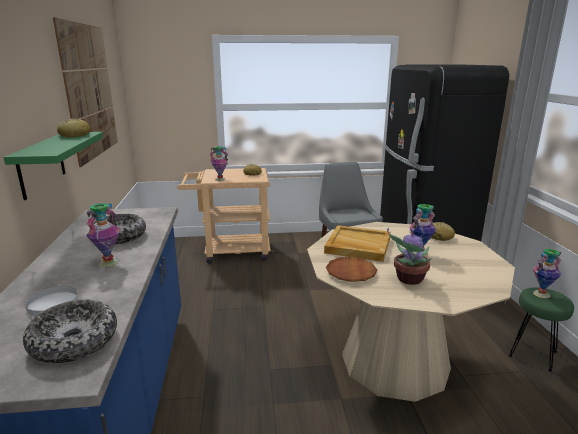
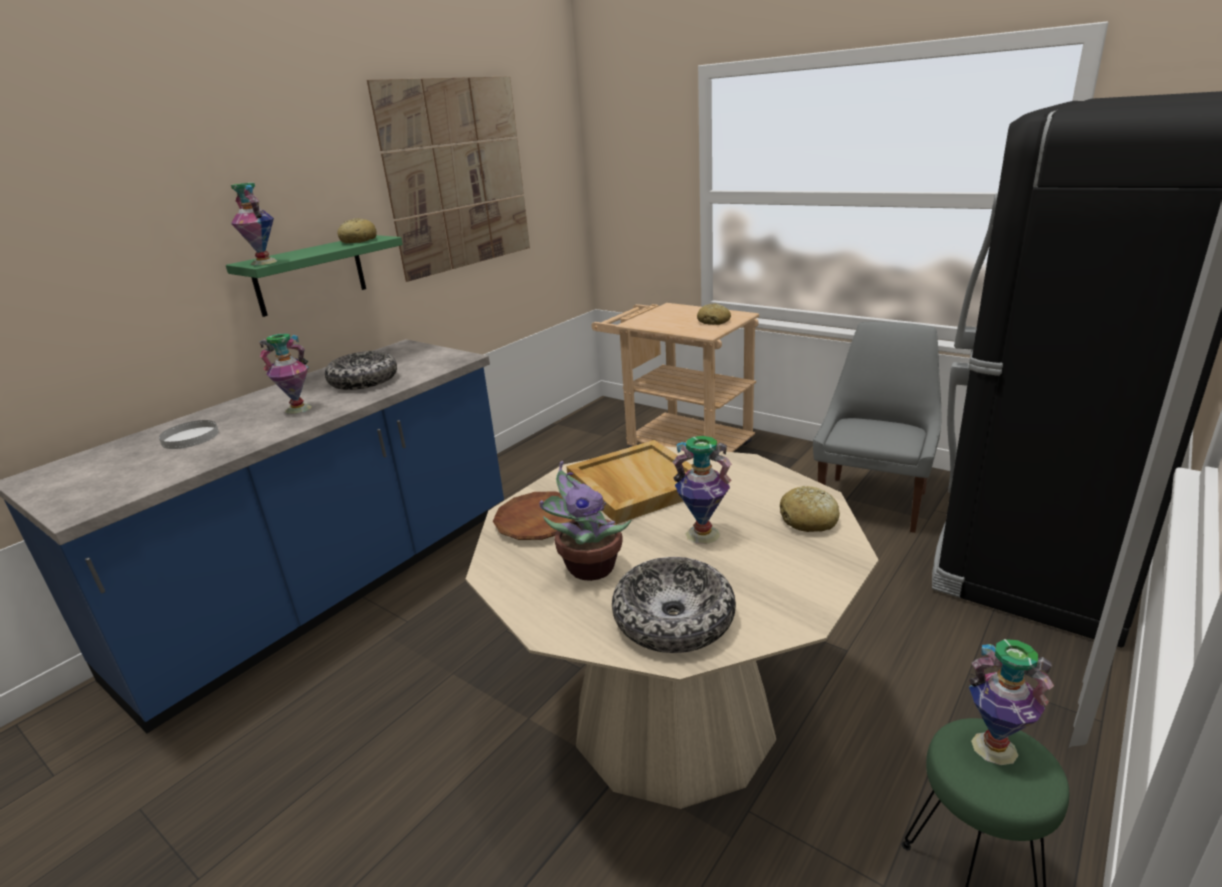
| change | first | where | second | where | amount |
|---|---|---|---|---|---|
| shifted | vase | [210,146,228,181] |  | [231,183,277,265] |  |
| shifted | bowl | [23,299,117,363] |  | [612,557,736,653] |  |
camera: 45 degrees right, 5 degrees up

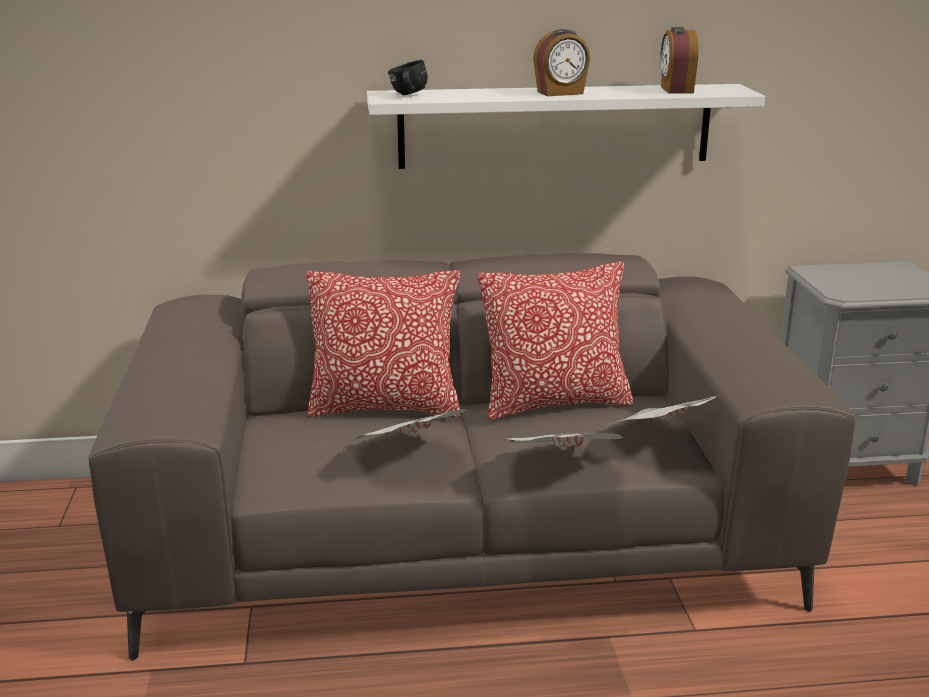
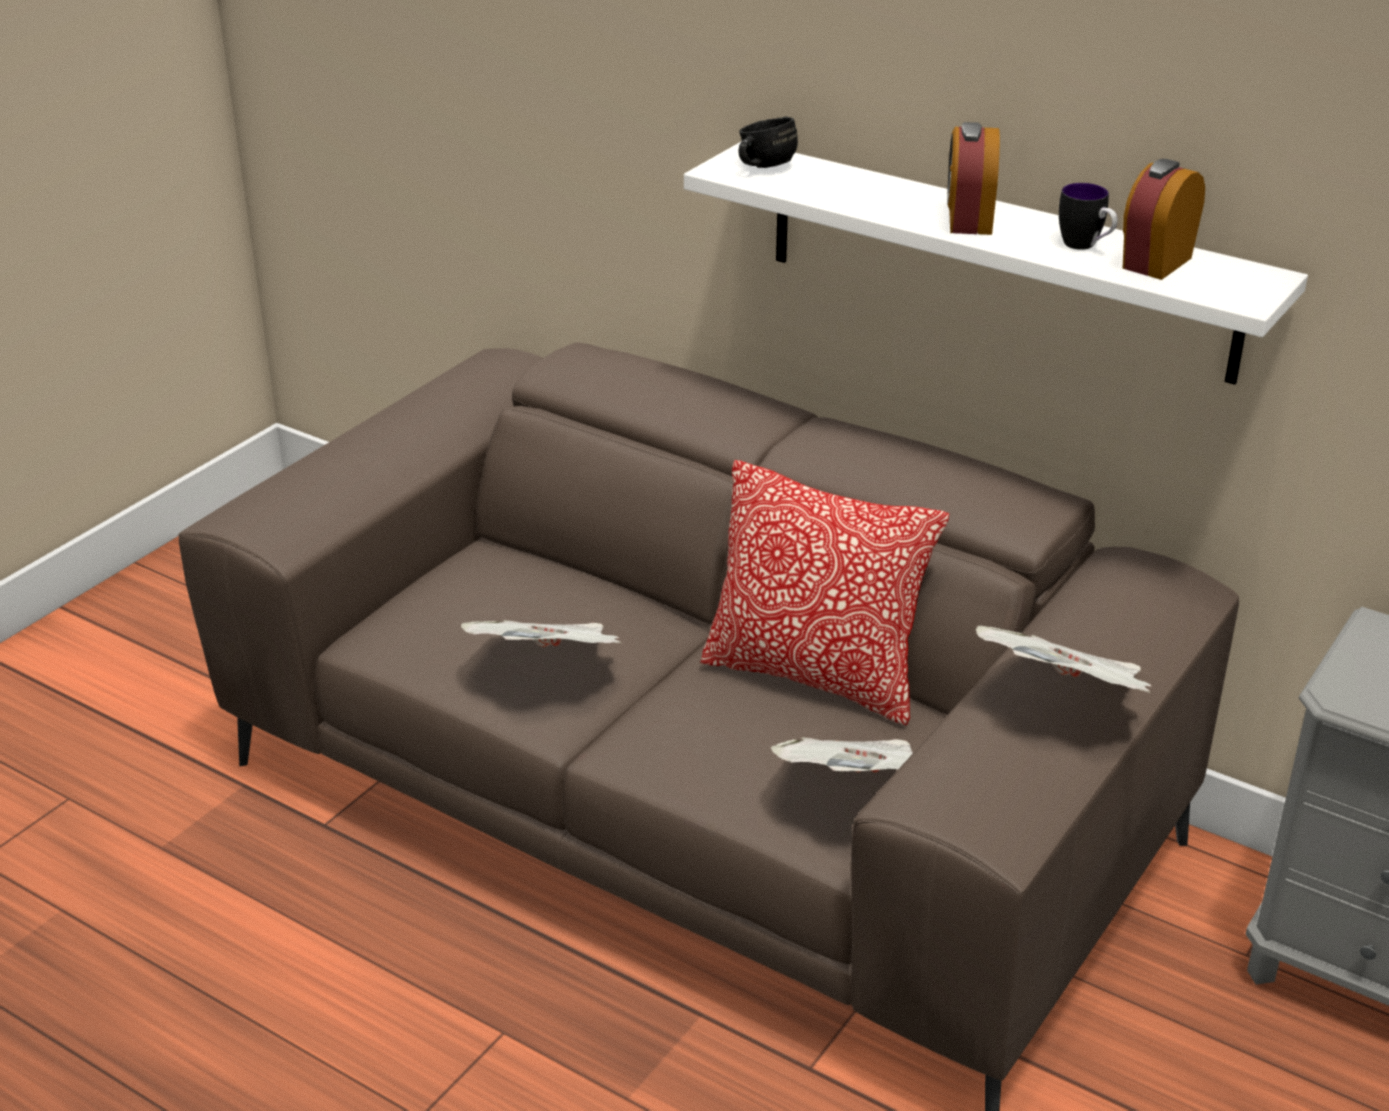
| change | first | where | second | where | amount |
|---|---|---|---|---|---|
| rotated | alarm clock | [533,29,590,96] |  | [947,122,1000,235] | 75 degrees clockwise |
| shifted | newspaper | [507,433,623,451] |  | [976,626,1152,693] |  |
| new |  |  | mug | [1059,183,1118,250] |  |
| gone | pillow | [306,270,461,417] |  |  |  |
camera: 40 degrees right, 10 degrees up

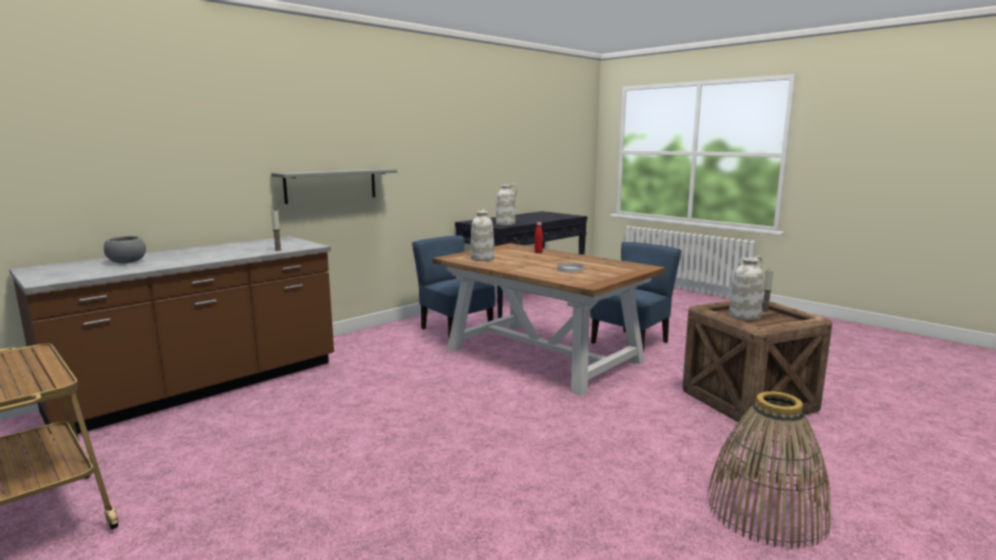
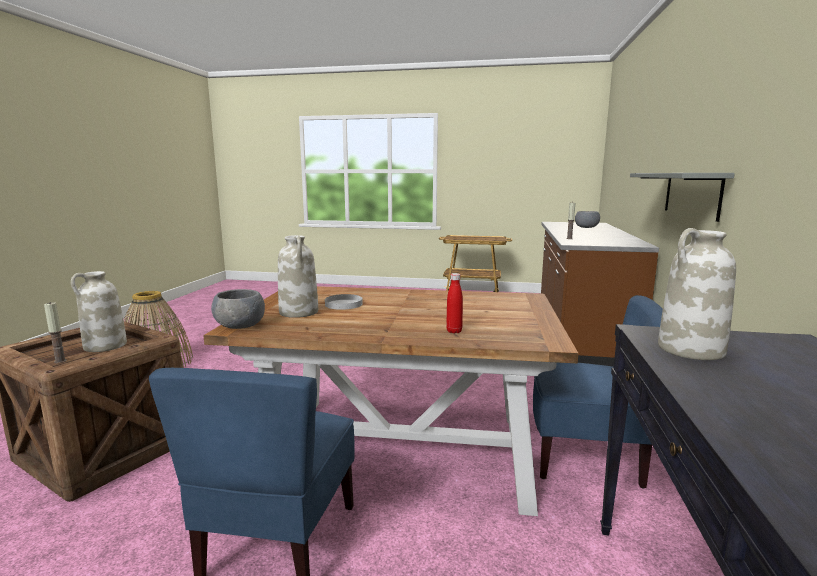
| change | first | where | second | where | amount |
|---|---|---|---|---|---|
| new |  |  | bowl/grey | [211,289,265,329] |  |
| shifted | vase/white | [470,209,494,261] |  | [278,235,318,318] |  |
camera: 145 degrees right, 0 degrees up

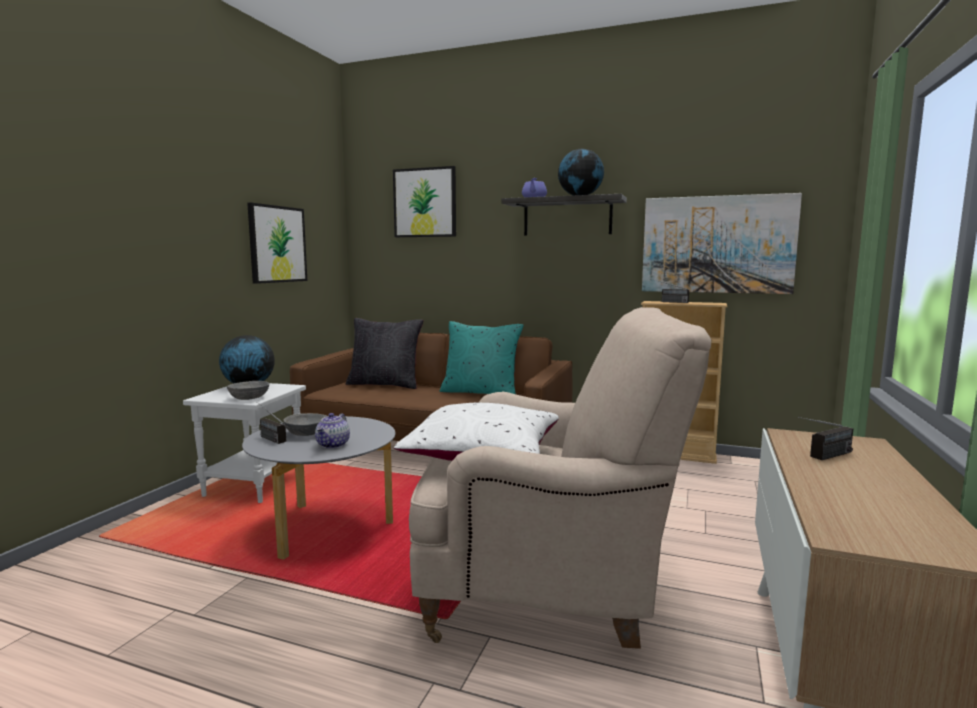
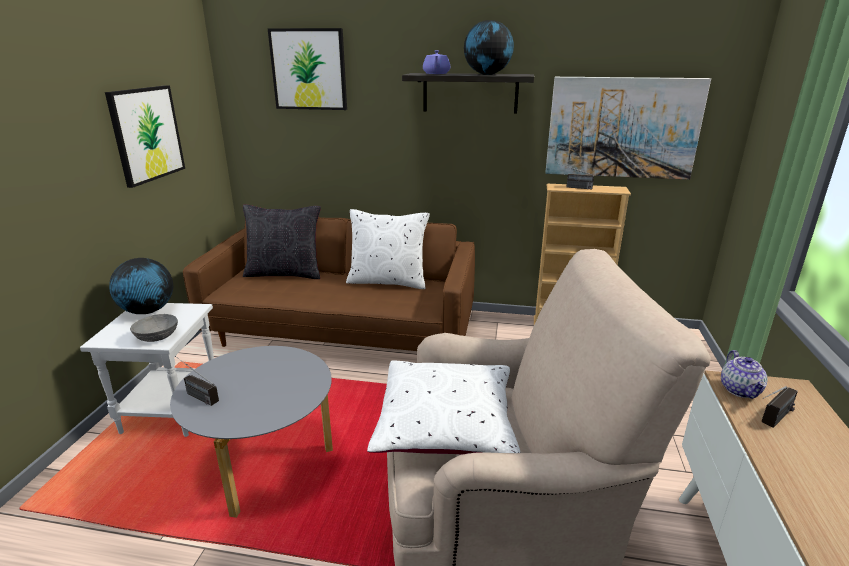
| change | first | where | second | where | amount |
|---|---|---|---|---|---|
| repainted | pillow/turquoise | [440,321,524,394] | pillow/white | [346,209,430,289] |  |
| shifted | teapot | [315,413,350,448] |  | [721,350,767,399] |  |
| gone | bowl/grey | [283,413,328,436] |  |  |  |
camera: 10 degrees left, 15 degrees up

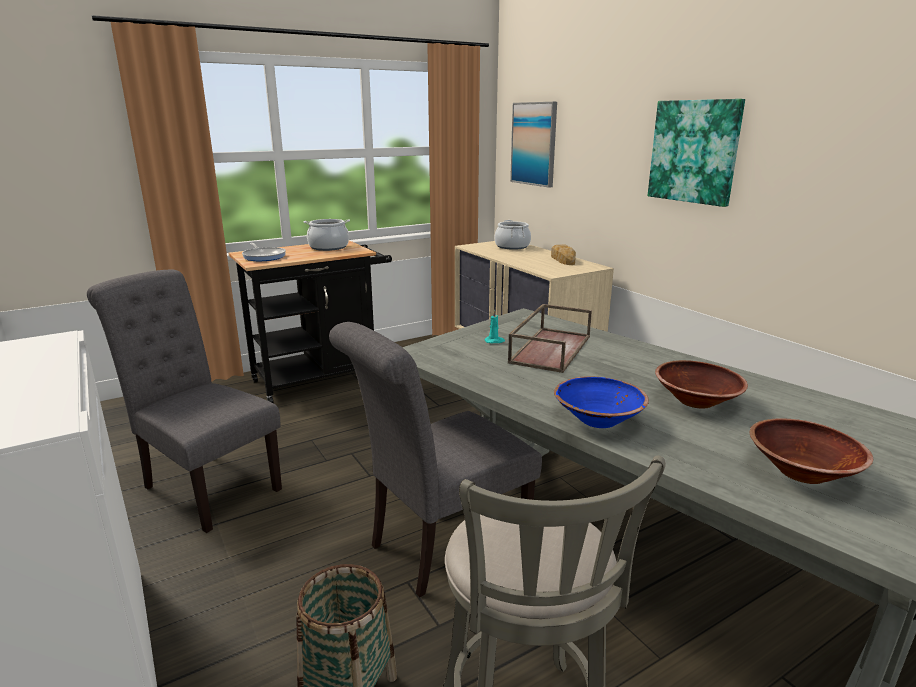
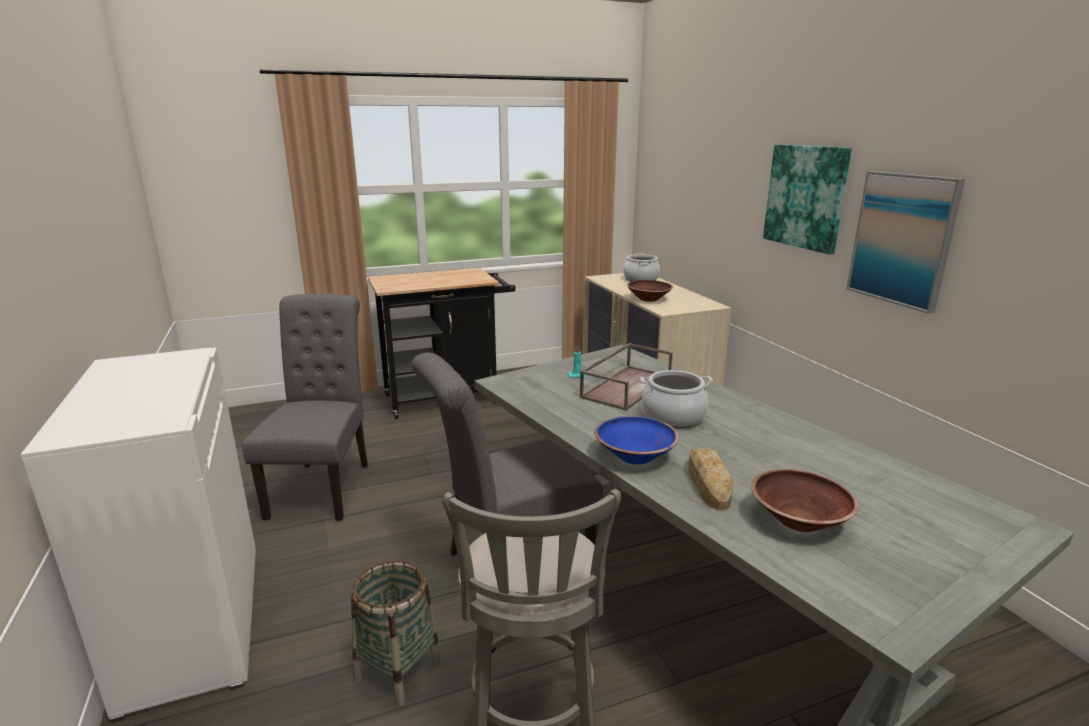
| change | first | where | second | where | amount |
|---|---|---|---|---|---|
| rotated | chair/grey | [87,270,282,533] |  | [242,294,368,521] | 45 degrees clockwise |
| shifted | bowl/brown | [655,360,748,408] |  | [627,280,673,302] |  |
| shifted | cooking pot | [304,219,350,251] |  | [640,370,713,429] |  |
| shifted | bread | [551,244,576,265] |  | [688,448,734,510] |  |
| shifted | picture | [510,102,557,188] |  | [847,171,965,314] |  |
| gone | frying pan | [242,243,286,261] |  |  |  |
camera: 10 degrees right, 0 degrees up

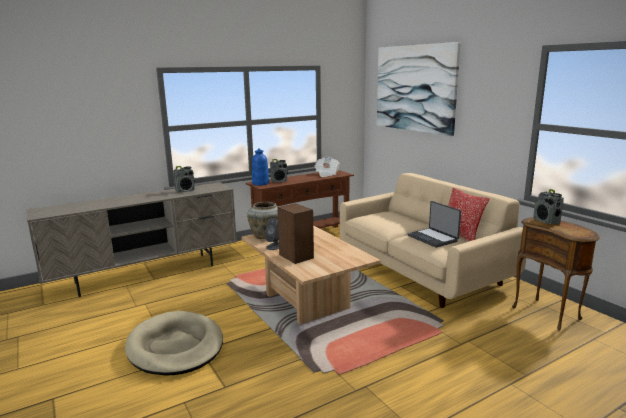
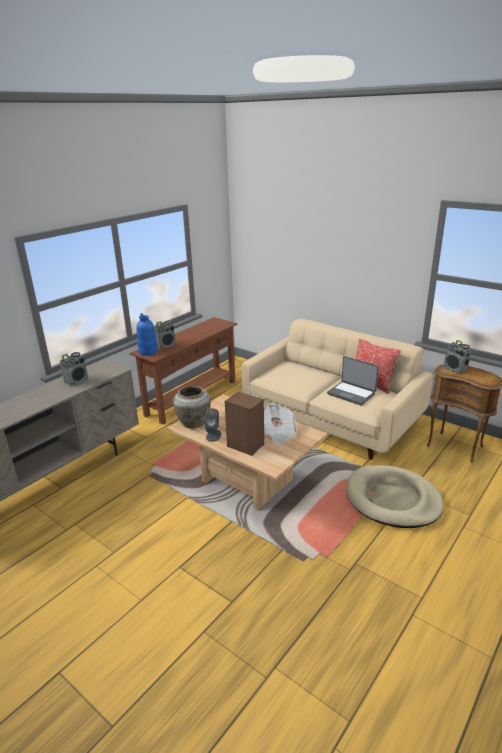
| change | first | where | second | where | amount |
|---|---|---|---|---|---|
| shifted | newspaper | [314,157,340,177] |  | [264,404,297,445] |  |
| shifted | dog bed/beige | [125,311,223,375] |  | [346,465,444,528] |  |
| gone | picture | [377,42,461,136] |  |  |  |
camera: 20 degrees left, 10 degrees up

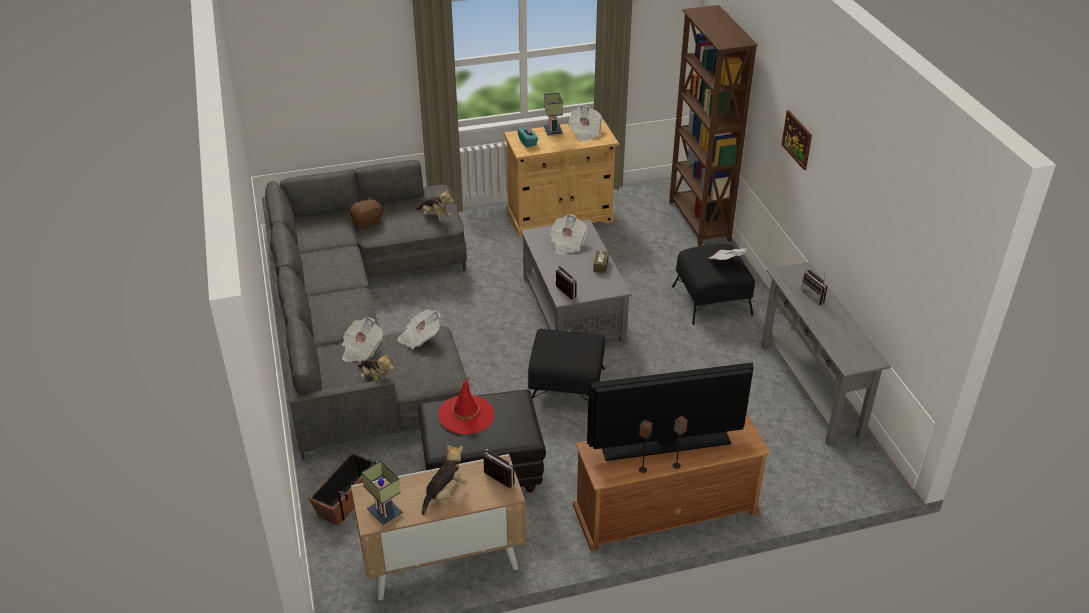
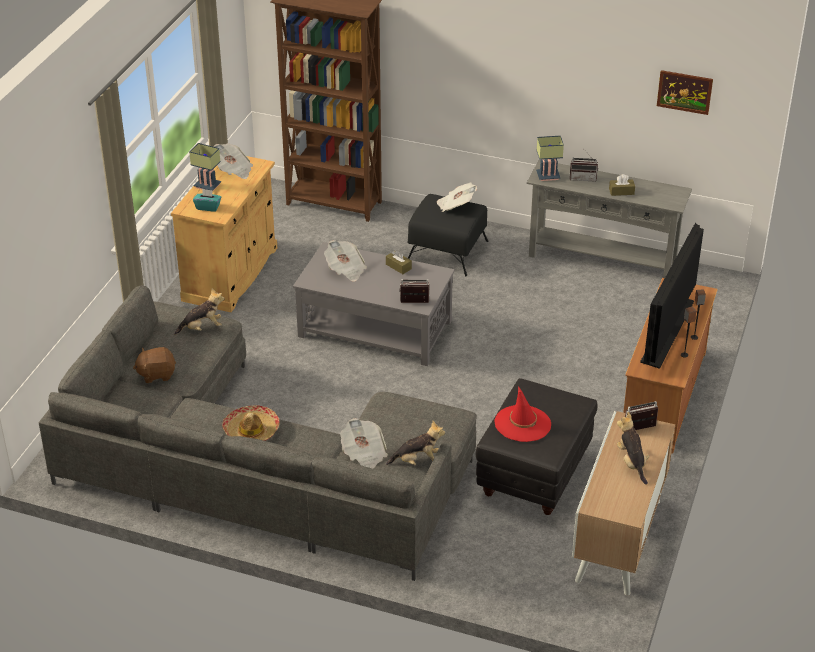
| change | first | where | second | where | amount |
|---|---|---|---|---|---|
| rotated | plush toy/brown | [350,197,384,229] |  | [133,347,176,383] | 105 degrees counterclockwise |
| new |  |  | hat | [222,405,280,441] |  |
| shifted | table lamp | [361,461,403,525] |  | [536,136,564,181] |  |
| new |  |  | tissue box/brown | [609,174,635,196] |  |
| shifted | picture | [781,110,812,170] |  | [657,70,713,115] |  |
| gone | planter | [309,453,376,526] |  |  |  |
| gone | newspaper | [398,309,441,350] |  |  |  |
| gone | ottoman/black | [528,329,605,401] |  |  |  |
camera: 55 degrees left, 0 degrees up

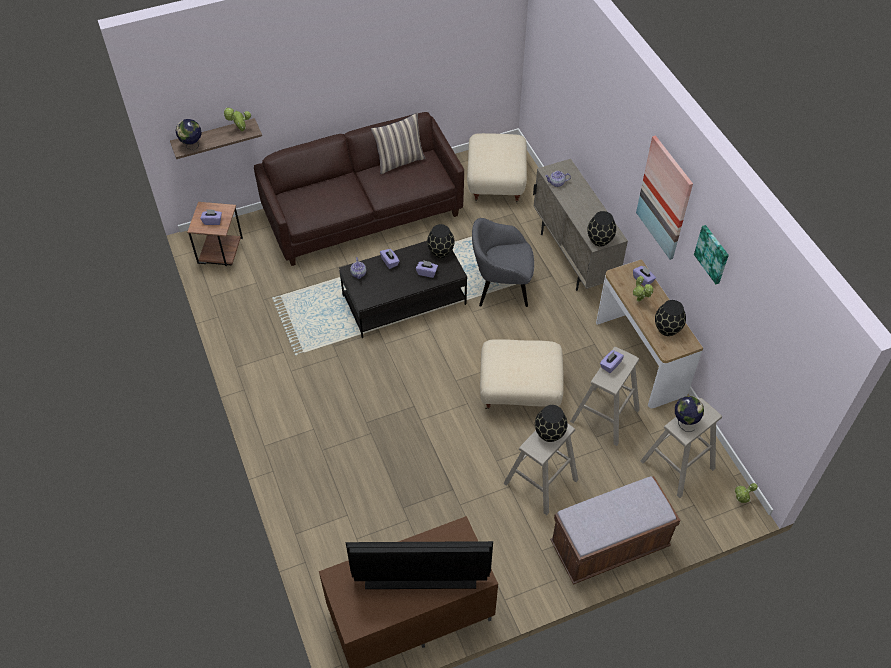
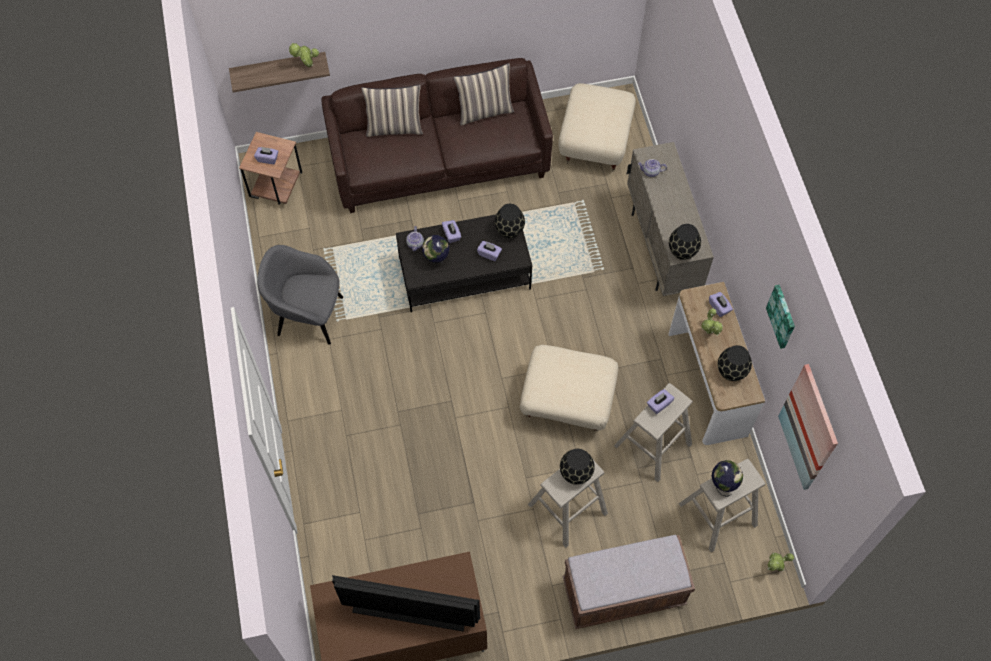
| change | first | where | second | where | amount |
|---|---|---|---|---|---|
| shifted | armchair/grey | [472,218,534,307] |  | [257,245,343,345] |  |
| new |  |  | pillow | [361,85,423,137] |  |
| shifted | globe | [176,119,202,150] |  | [422,235,449,265] |  |
| shifted | picture | [636,135,693,260] |  | [778,364,838,490] |  |
camera: 10 degrees right, 10 degrees up

